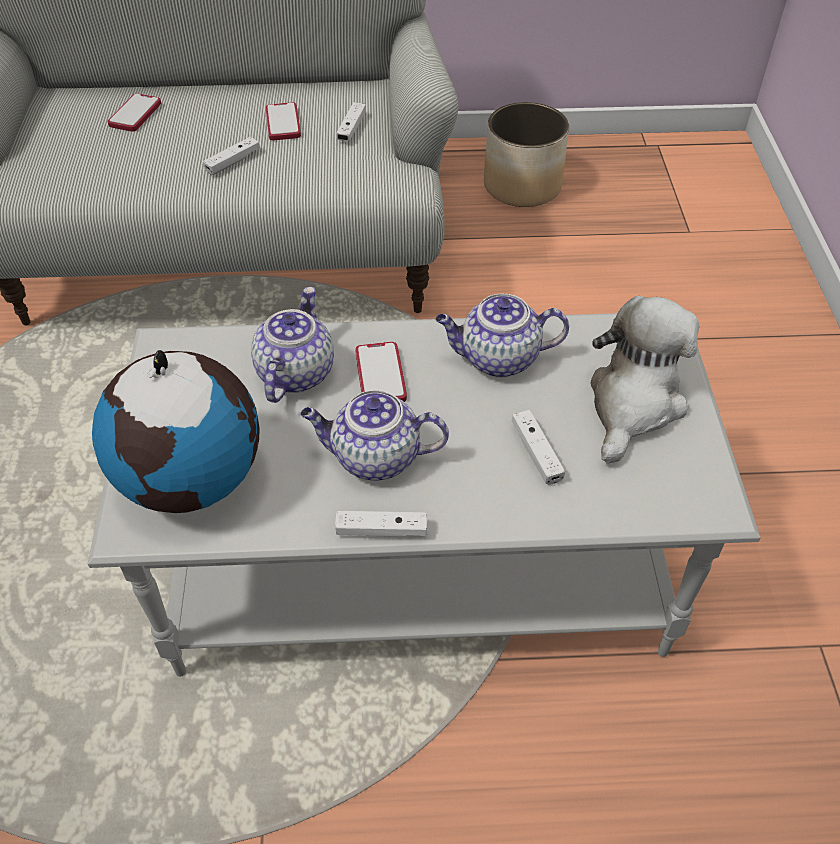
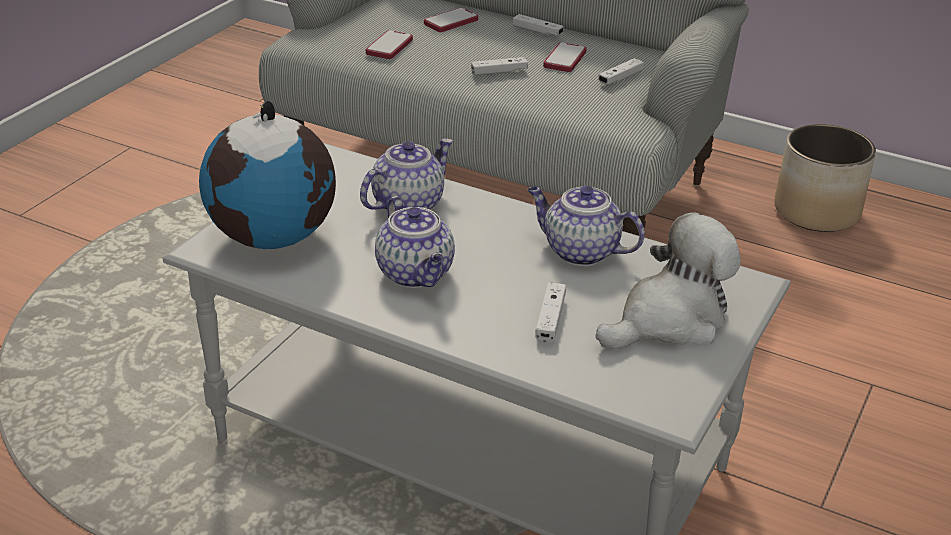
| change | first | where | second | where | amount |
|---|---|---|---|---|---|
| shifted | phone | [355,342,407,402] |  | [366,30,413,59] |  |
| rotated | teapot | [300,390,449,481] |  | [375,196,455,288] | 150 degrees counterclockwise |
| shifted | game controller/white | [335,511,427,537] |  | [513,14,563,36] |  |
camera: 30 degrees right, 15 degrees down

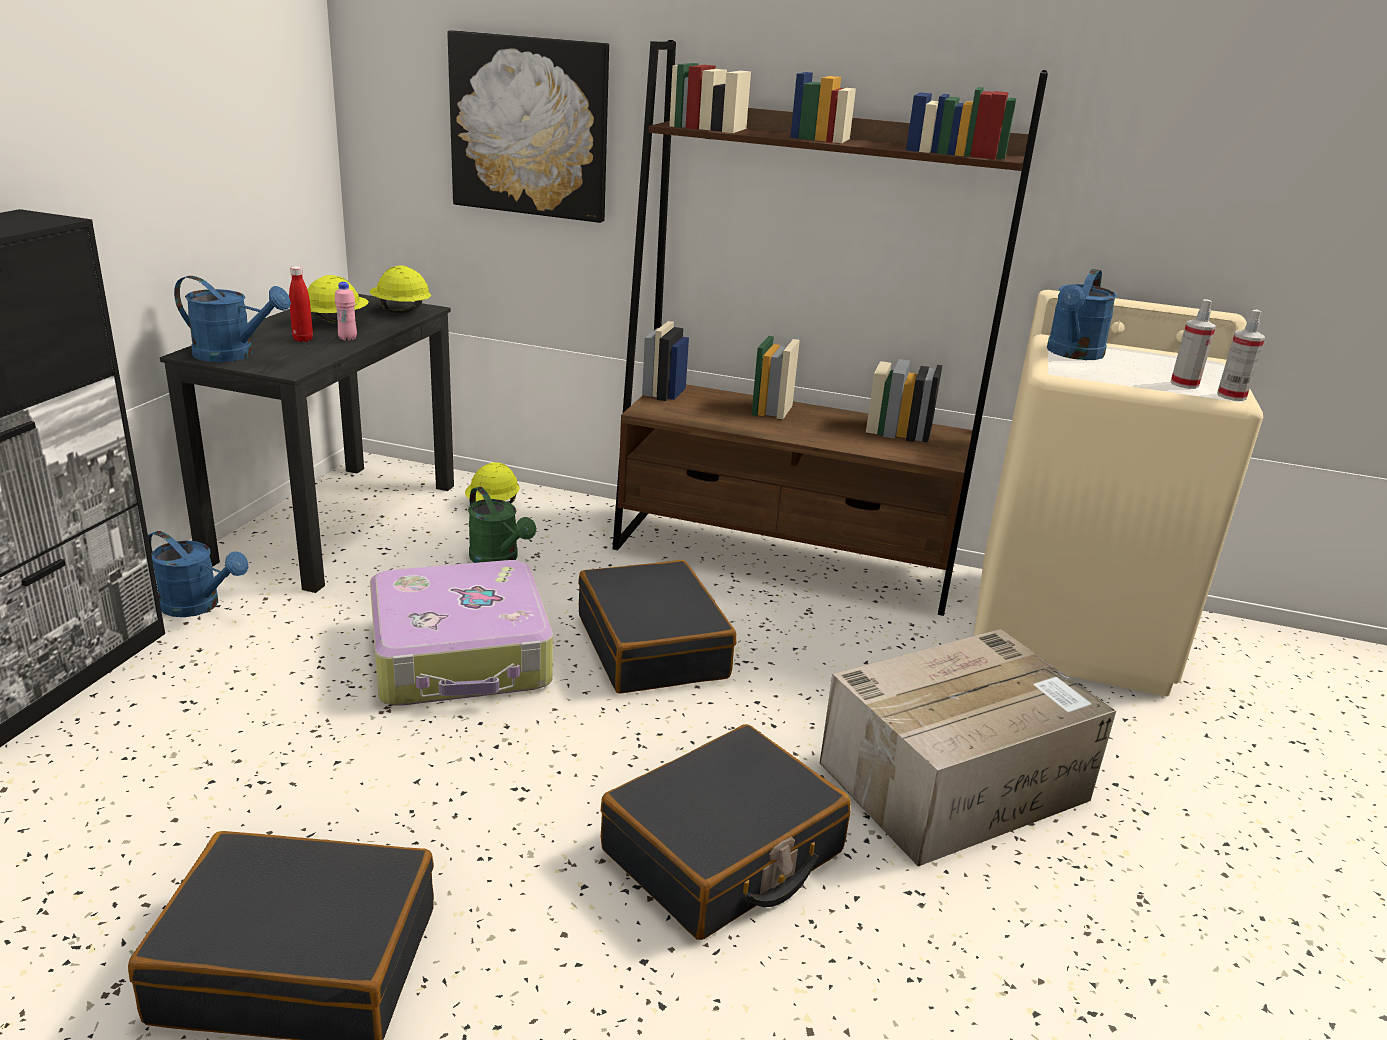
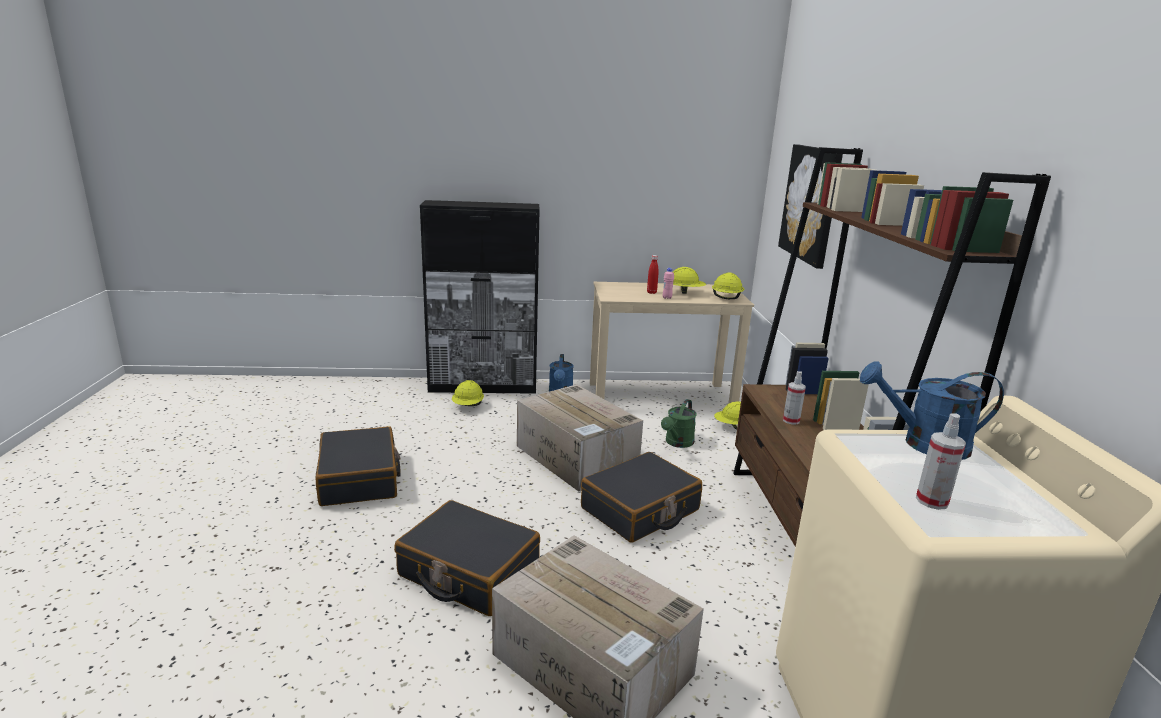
| change | first | where | second | where | amount |
|---|---|---|---|---|---|
| new |  |  | hard hat/yellow | [452,380,484,406] |  |
| swapped | suitcase | [370,560,553,706] | cardboard box | [517,384,643,492] |  |
| repainted | desk/black | [160,294,454,593] | desk/beige | [590,282,754,404] |  |
| shifted | spray bottle | [1217,309,1265,401] |  | [783,371,806,424] |  |
| gone | watering can/blue | [174,276,291,362] |  |  |  |
camera: 70 degrees right, 5 degrees down

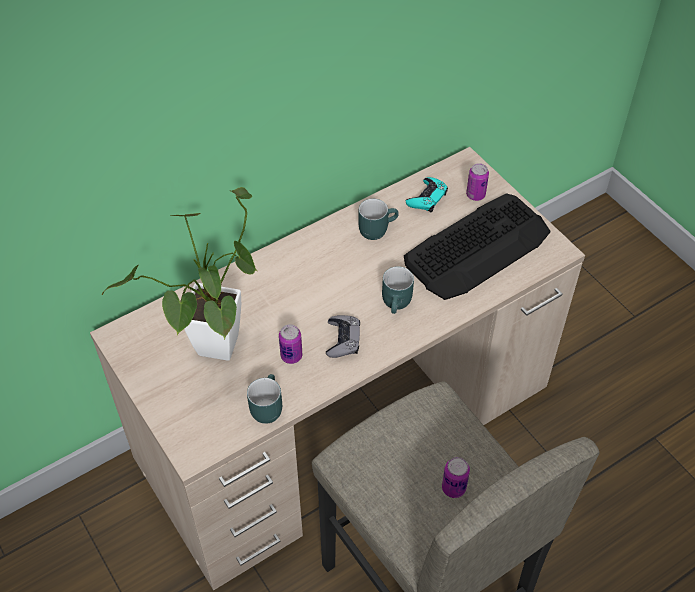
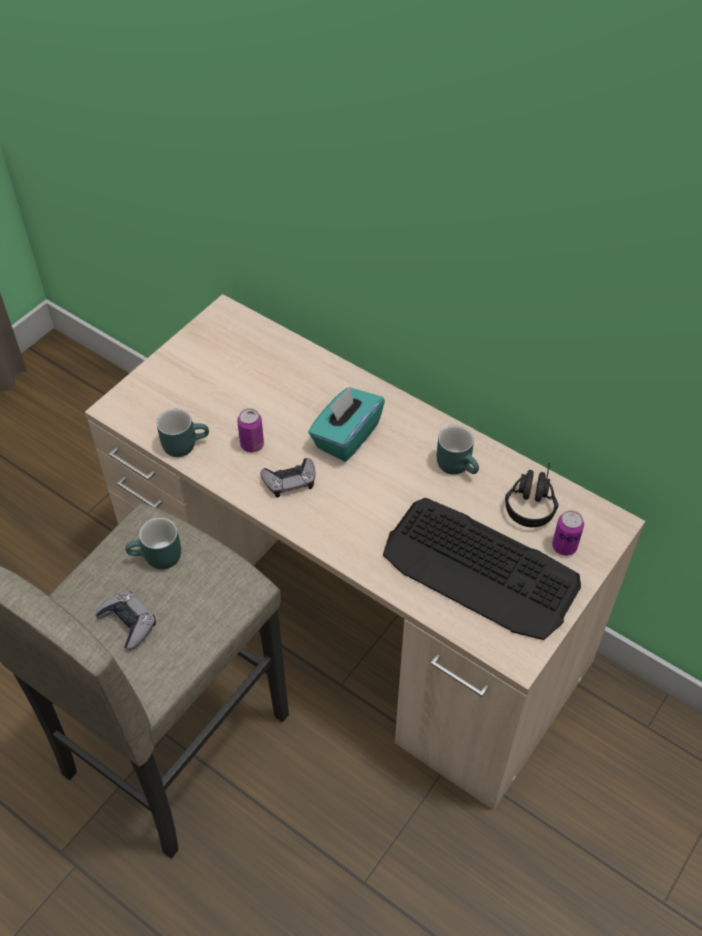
| change | first | where | second | where | amount |
|---|---|---|---|---|---|
| swapped | can | [442,457,470,498] | game controller/grey | [96,591,156,650] |  |
| shifted | mug/turquoise | [382,266,414,314] |  | [125,517,181,569] |  |
| new |  |  | tissue box/turquoise | [308,387,385,462] |  |
| swapped | game controller/turquoise | [406,177,448,212] | headphones/black | [505,463,559,527] |  |
| gone | potted plant | [102,187,257,361] |  |  |  |
camera: 70 degrees right, 0 degrees up

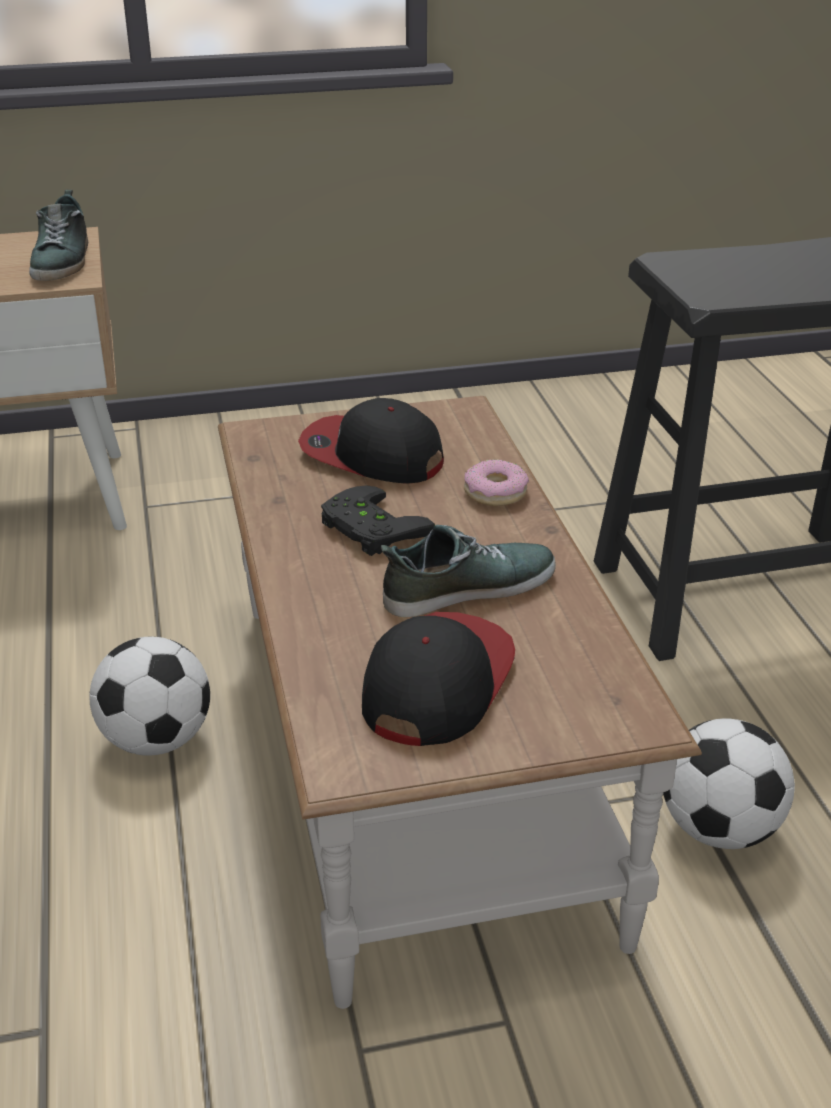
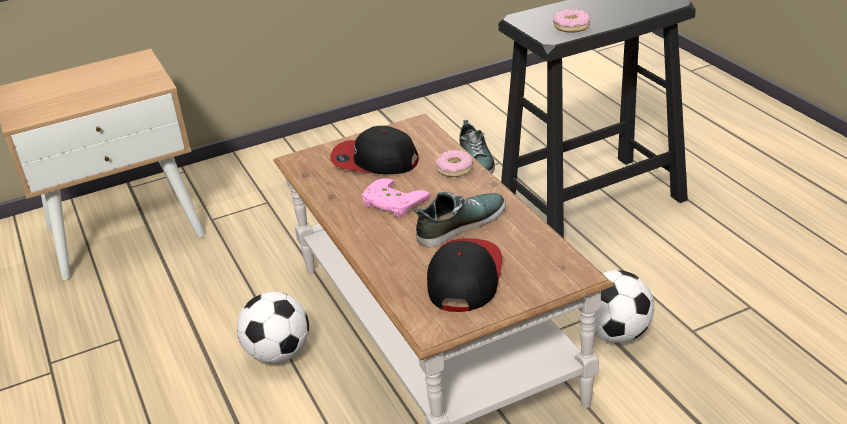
| change | first | where | second | where | amount |
|---|---|---|---|---|---|
| repainted | game controller/black | [321,485,435,556] | game controller/pink | [362,178,430,218] |  |
| shifted | shoe | [29,190,88,281] |  | [459,120,495,173] |  |
| new |  |  | donut | [553,9,590,33] |  |
camera: 10 degrees left, 0 degrees up

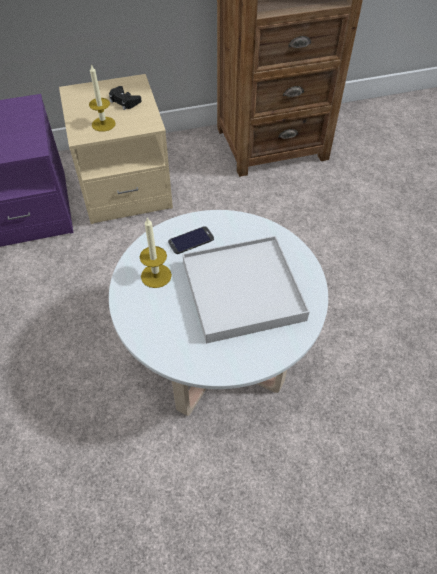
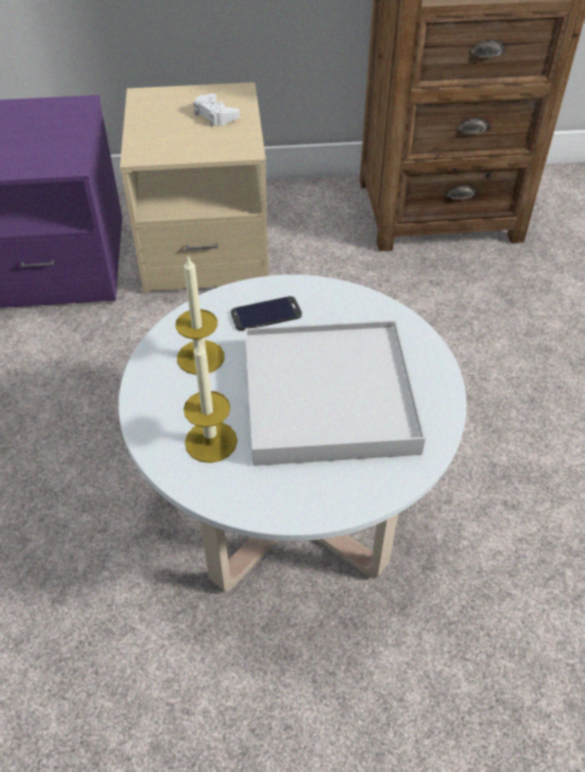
| change | first | where | second | where | amount |
|---|---|---|---|---|---|
| shifted | candle | [89,64,116,132] |  | [183,340,237,463] |  |
| repainted | game controller/black | [109,86,142,110] | game controller/white | [194,93,240,127] |  |
camera: 10 degrees right, 5 degrees down

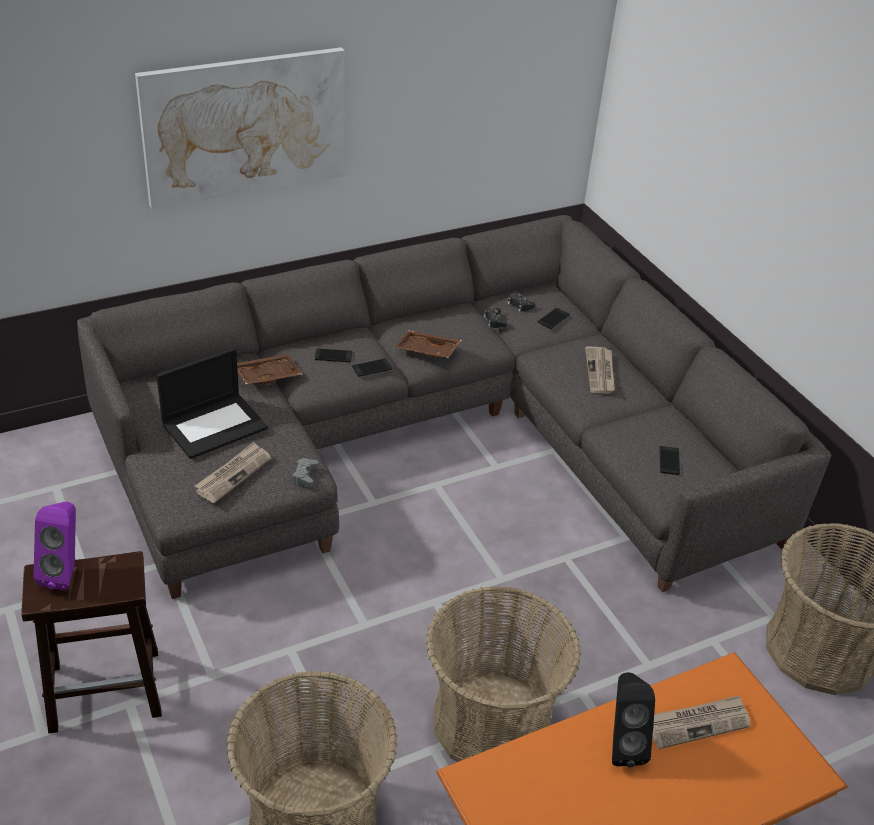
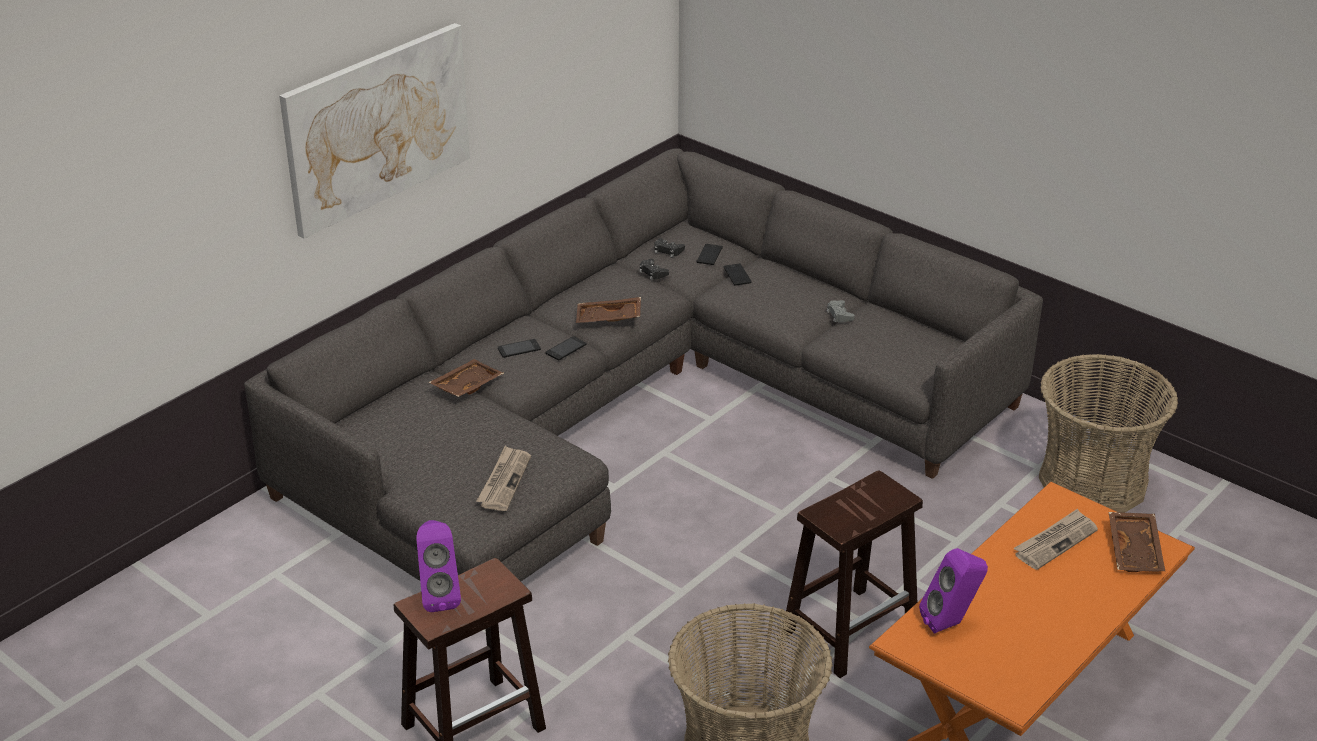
| change | first | where | second | where | amount |
|---|---|---|---|---|---|
| shifted | phone | [660,446,680,475] |  | [723,264,752,286] |  |
| swapped | basket | [426,586,581,762] | stool/brown | [783,470,923,678] |  |
| shifted | game controller/grey | [292,458,319,486] |  | [827,300,855,323] |  |
| new |  |  | speaker/purple | [919,548,988,634] |  |
| new |  |  | tray/brown | [1109,512,1165,572] |  |
| gone | laptop | [156,348,268,459] |  |  |  |
| gone | newspaper | [585,347,615,394] |  |  |  |
| gone | speaker/black | [612,672,655,767] |  |  |  |
camera: 20 degrees left, 5 degrees down

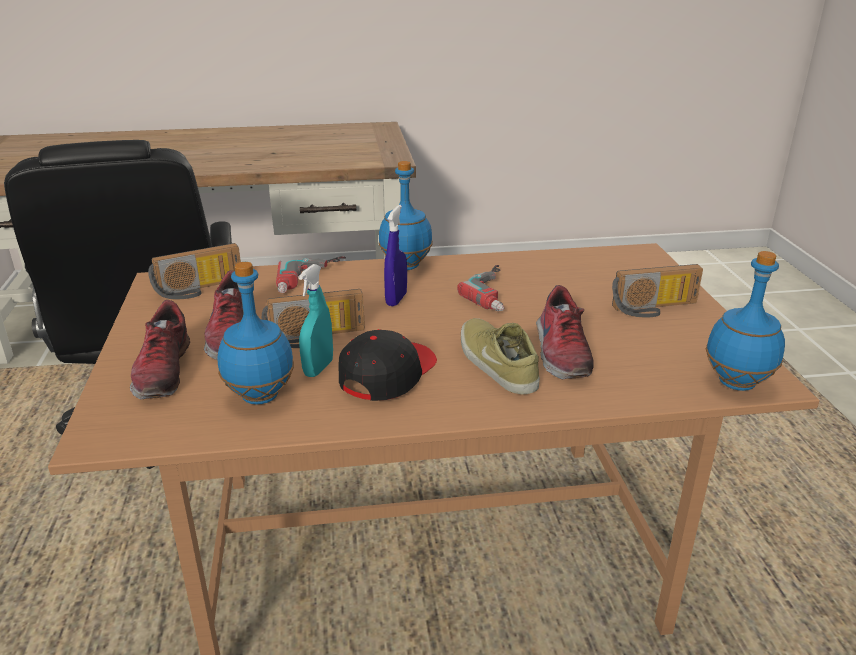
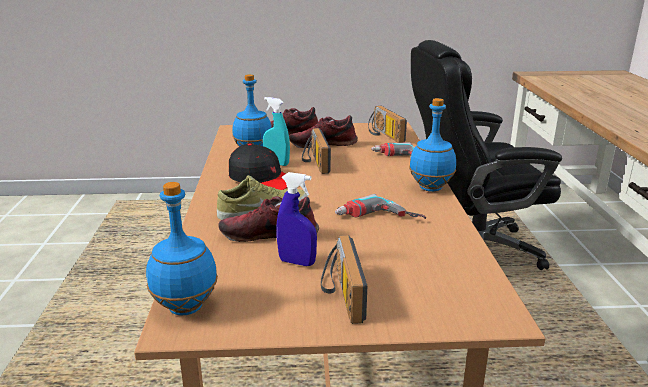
| change | first | where | second | where | amount |
|---|---|---|---|---|---|
| shifted | spray bottle/blue | [384,205,407,306] |  | [276,172,317,266] |  |
camera: 95 degrees right, 5 degrees down

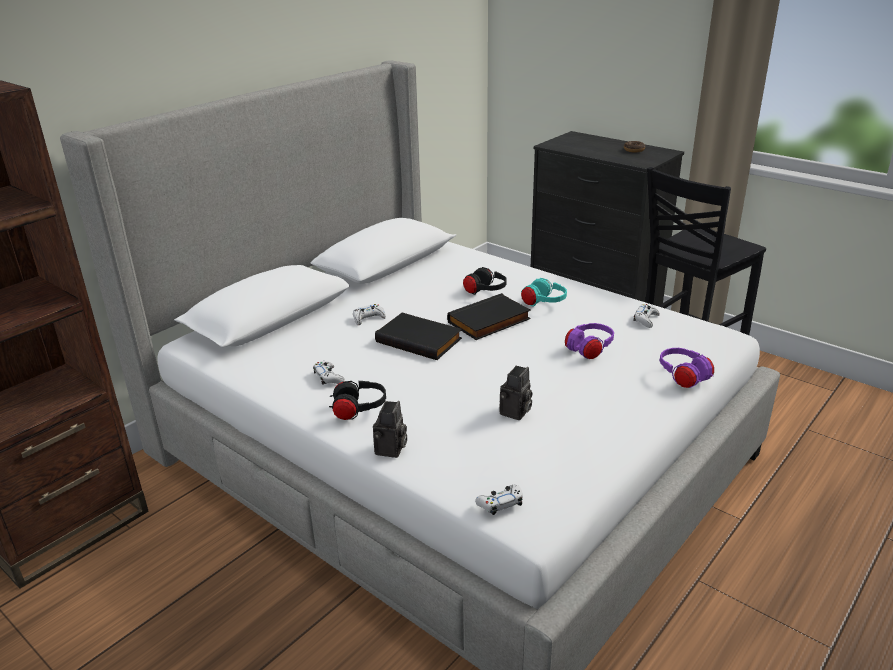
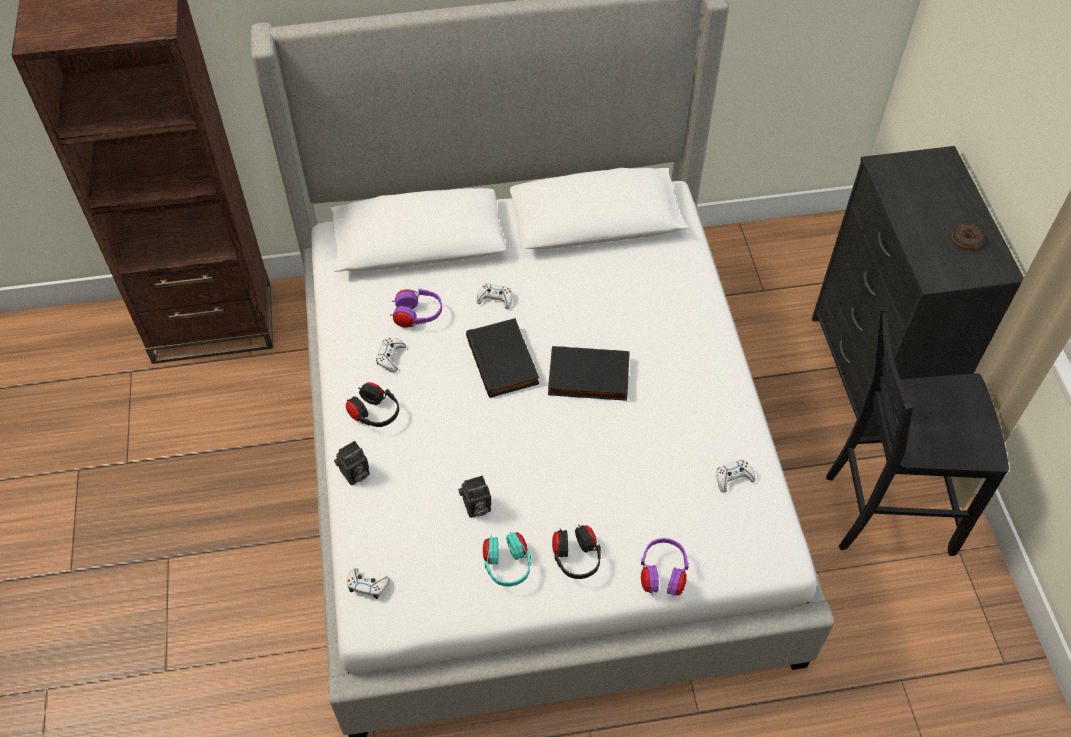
| change | first | where | second | where | amount |
|---|---|---|---|---|---|
| shifted | headphones/purple | [565,323,614,359] |  | [390,289,442,328] |  |
| shifted | headphones/turquoise | [521,278,567,307] |  | [483,531,531,586] |  |
| shifted | headphones/black | [463,267,507,295] |  | [552,525,601,579] |  |
camera: 40 degrees right, 25 degrees up

